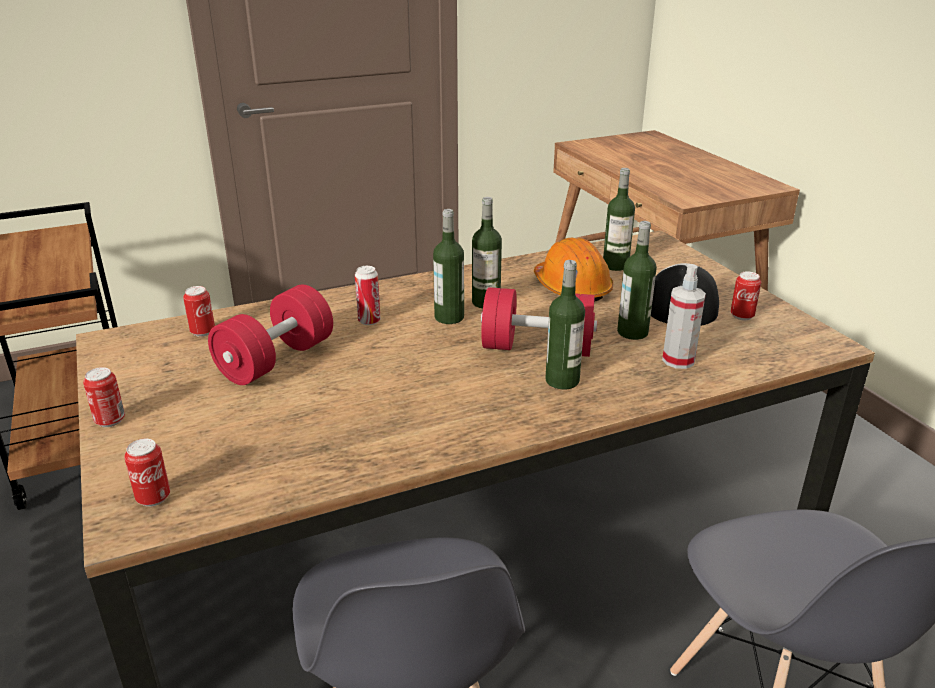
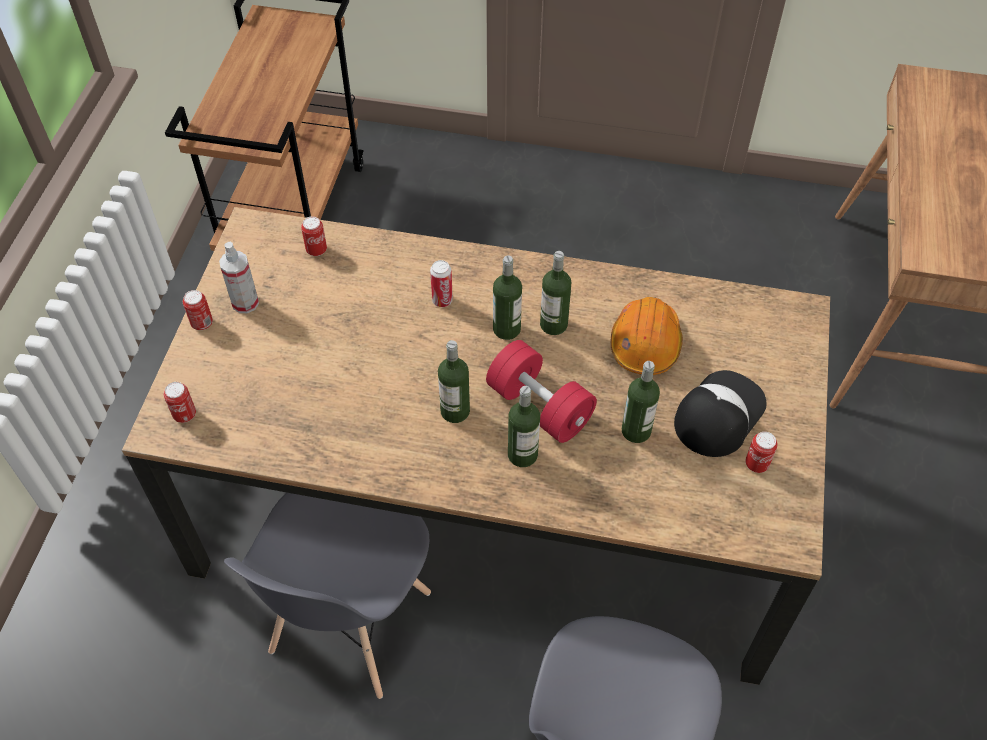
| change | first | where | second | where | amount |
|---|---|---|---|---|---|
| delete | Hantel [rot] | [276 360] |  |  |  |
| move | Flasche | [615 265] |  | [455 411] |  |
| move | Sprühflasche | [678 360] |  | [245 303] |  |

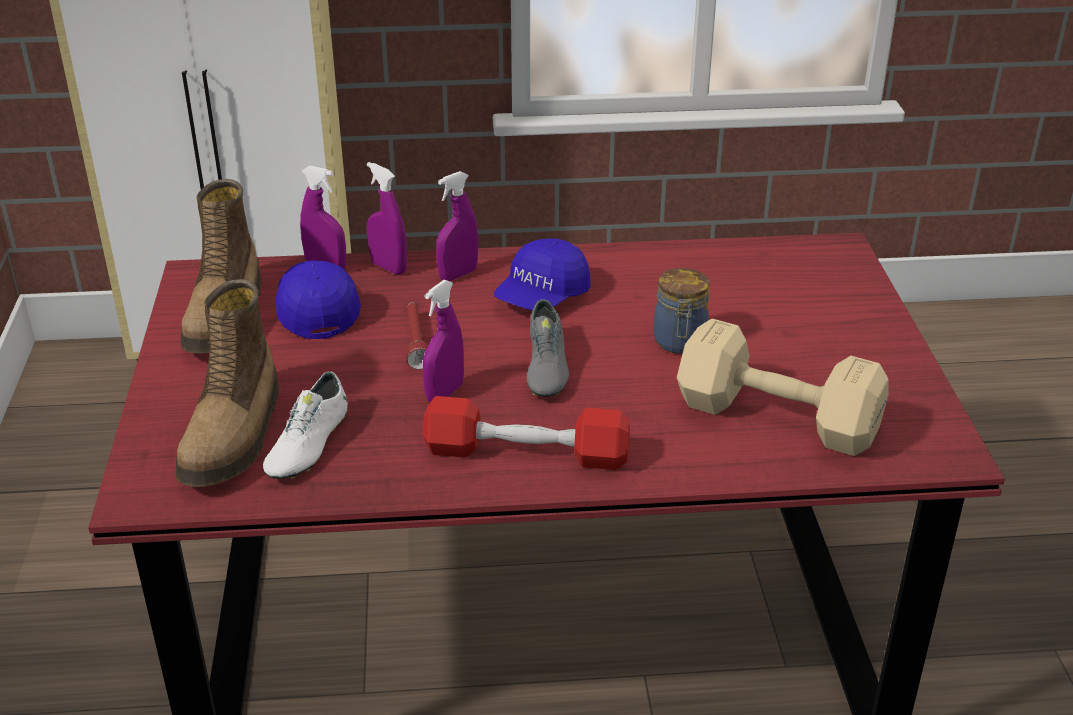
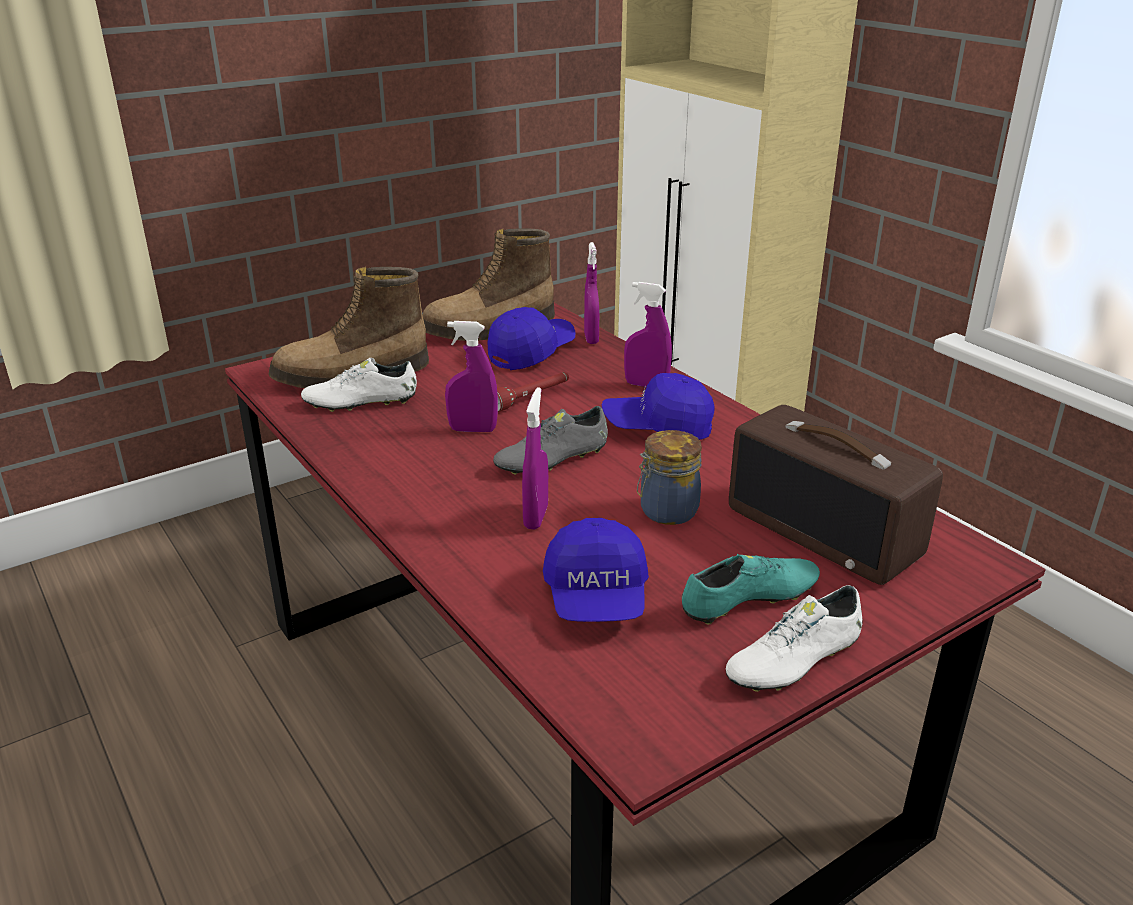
| change | first | where | second | where | amount |
|---|---|---|---|---|---|
| move | Sprühflasche [lila] | [388 267] |  | [536 517] |  |
| delete | Hantel [rot] | [526 453] |  |  |  |
| replace | Hantel [beige] | [773 416] | Kappe [blau] | [597 598] |  |
| insert |  |  | Schuh [türkis] | [749 602] |  |
| insert |  |  | Schuh [weiß] | [793 661] |  |
| insert |  |  | Radio | [826 531] |  |

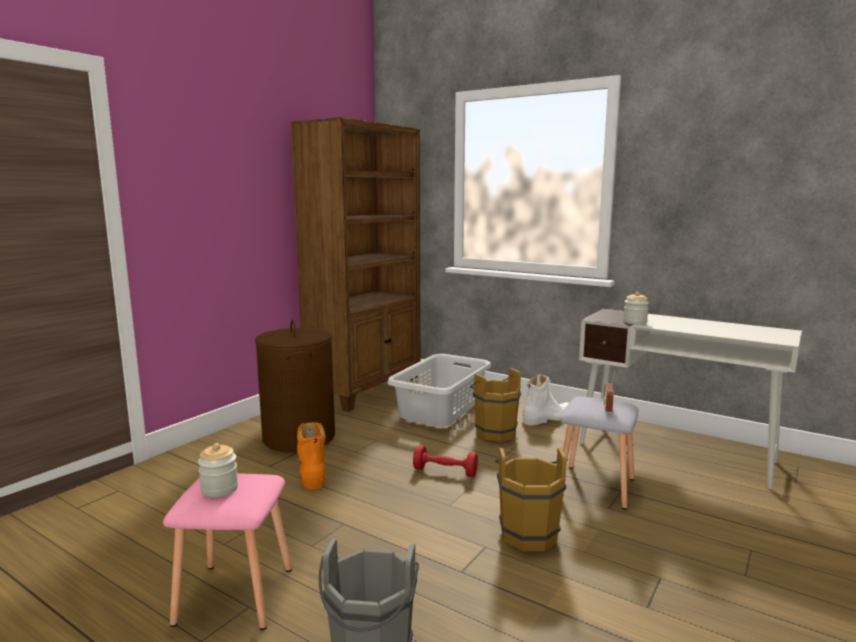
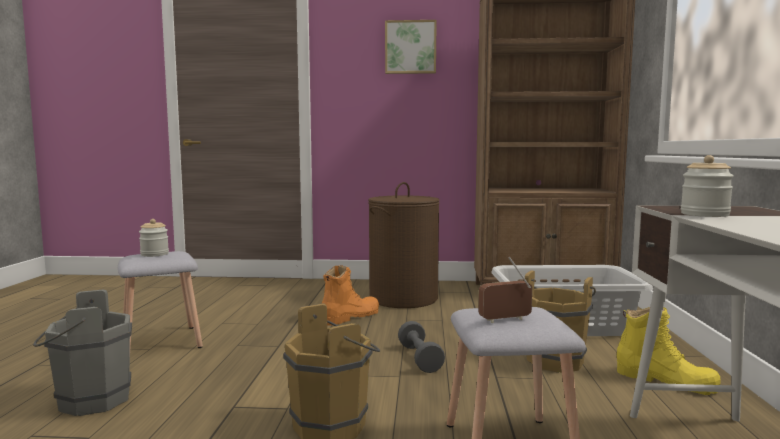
| change | first | where | second | where | amount |
|---|---|---|---|---|---|
| recolor | Hocker [rosa] | [234 594] | Hocker [grau] | [163 341] |  |
| recolor | Hantel [rot] | [445 471] | Hantel [grau] | [420 358] |  |
| recolor | Stiefel [weiß] | [548 419] | Stiefel [gelb] | [665 380] |  |
| insert |  |  | Bild | [410 47] |  |

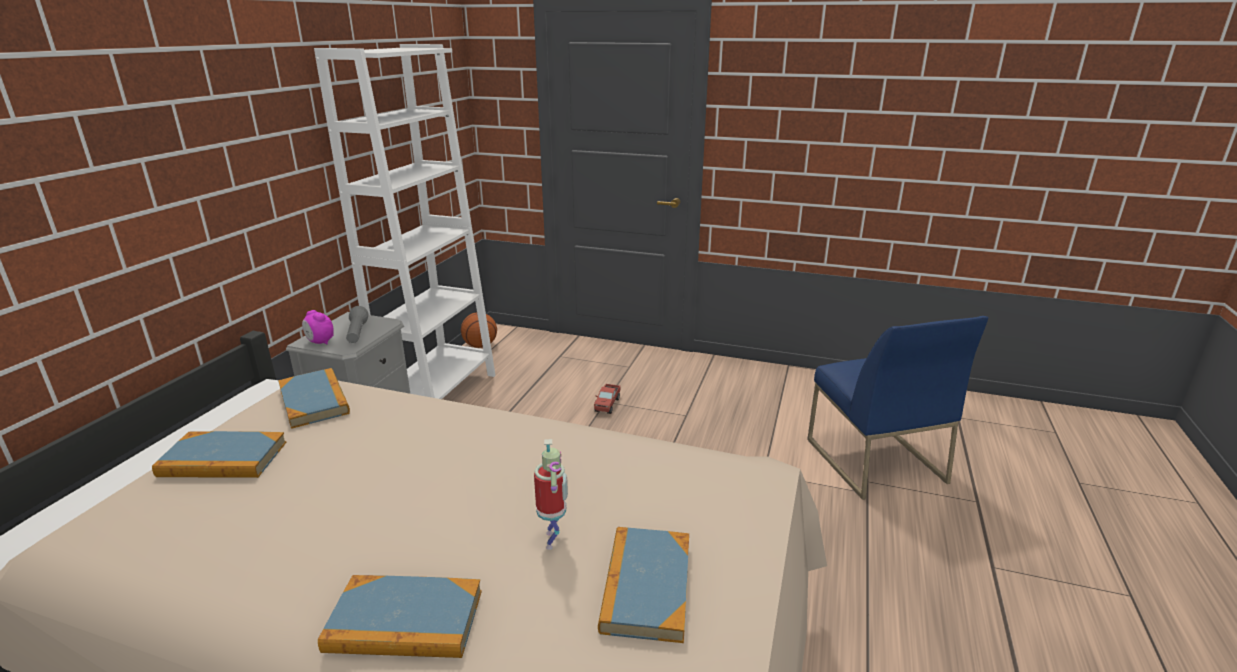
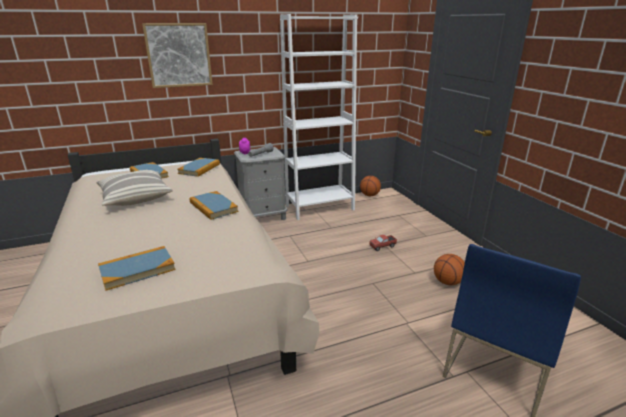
| change | first | where | second | where | amount |
|---|---|---|---|---|---|
| move | Buch | [405 621] |  | [213 207] |  |
| delete | Spielzeugroboter | [553 540] |  |  |  |
| insert |  |  | Kissen | [135 197] |  |
| insert |  |  | Bild | [179 55] |  |
| insert |  |  | Basketball | [447 282] |  |

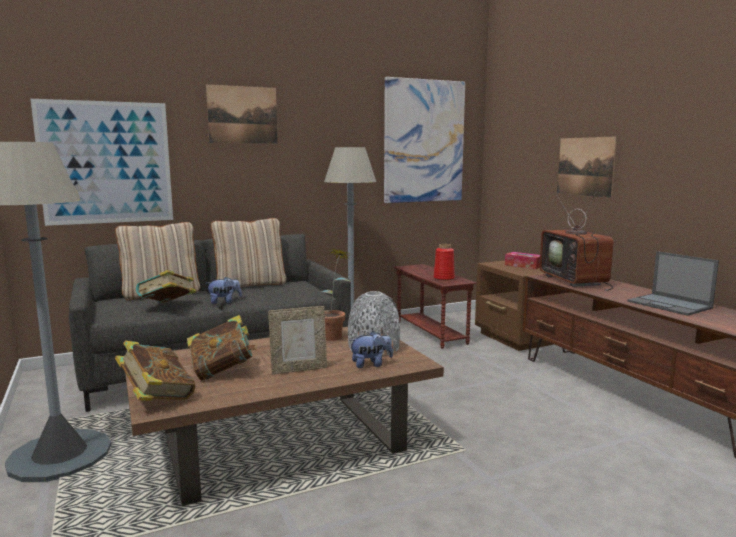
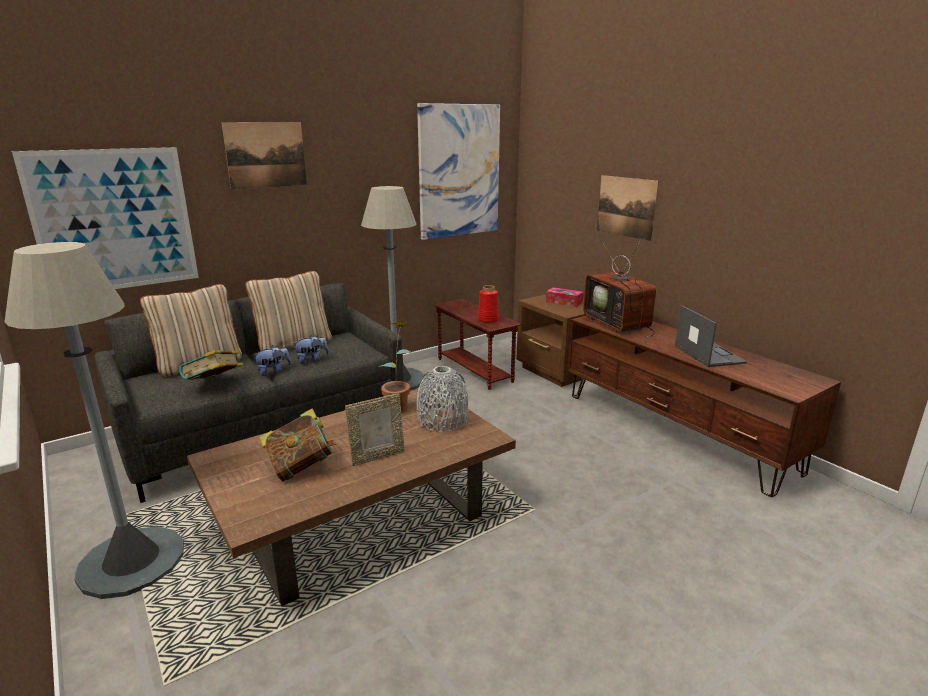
| change | first | where | second | where | amount |
|---|---|---|---|---|---|
| delete | Buch | [157 398] |  |  |  |
| move | Plüschtier | [371 364] |  | [312 360] |  |
| rotate | Laptop | [670 305] |  | [708 354] | 150 degrees counterclockwise |

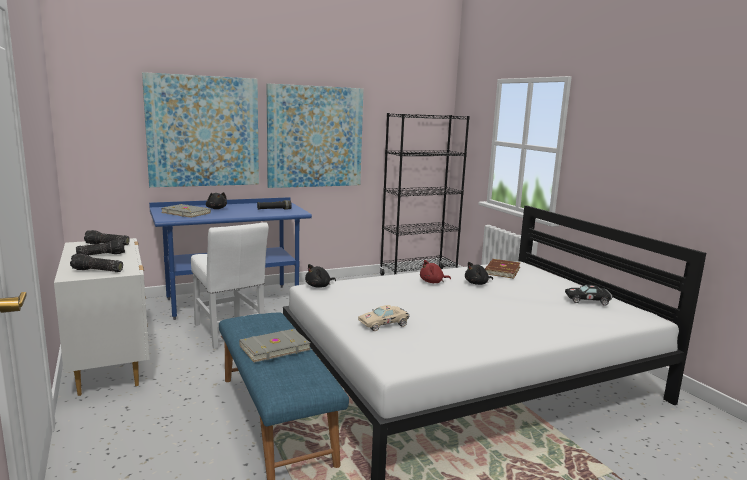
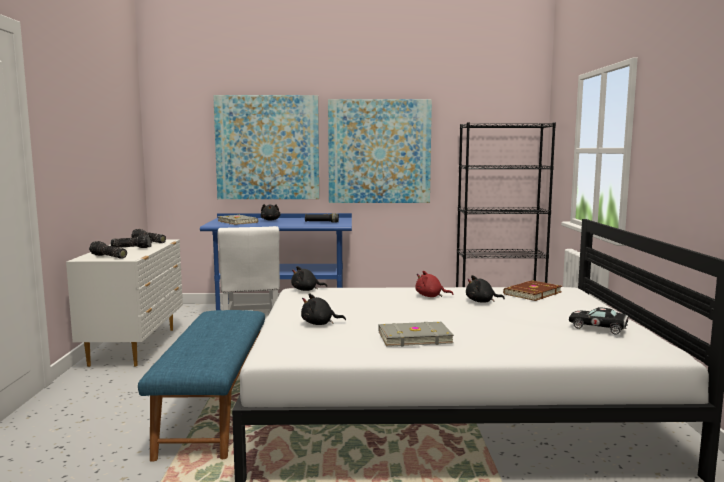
| change | first | where | second | where | amount |
|---|---|---|---|---|---|
| move | Buch [grau] | [273 347] |  | [414 337] |  |
| replace | Spielzeugauto [beige] | [385 324] | Plüschtier [schwarz] | [319 324] |  |

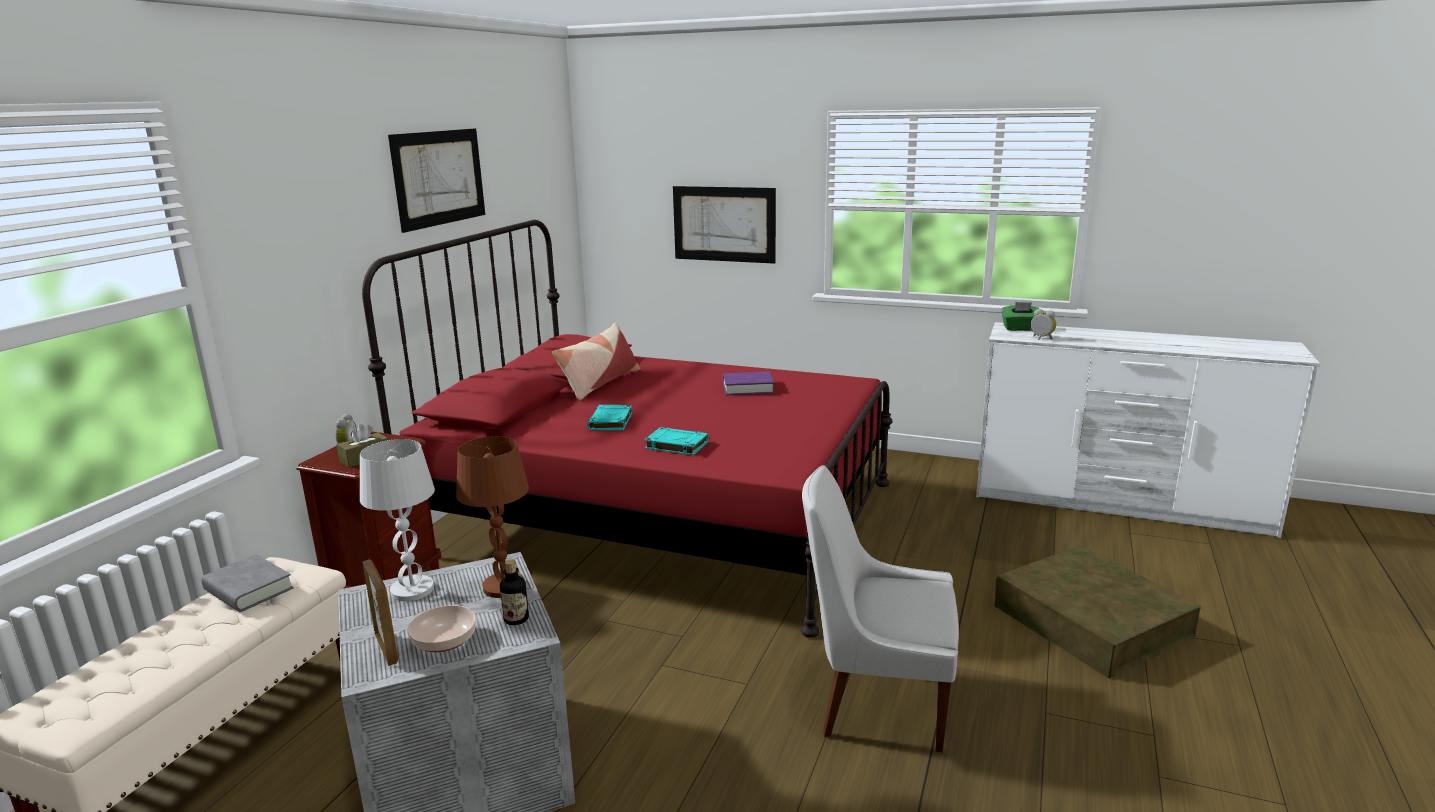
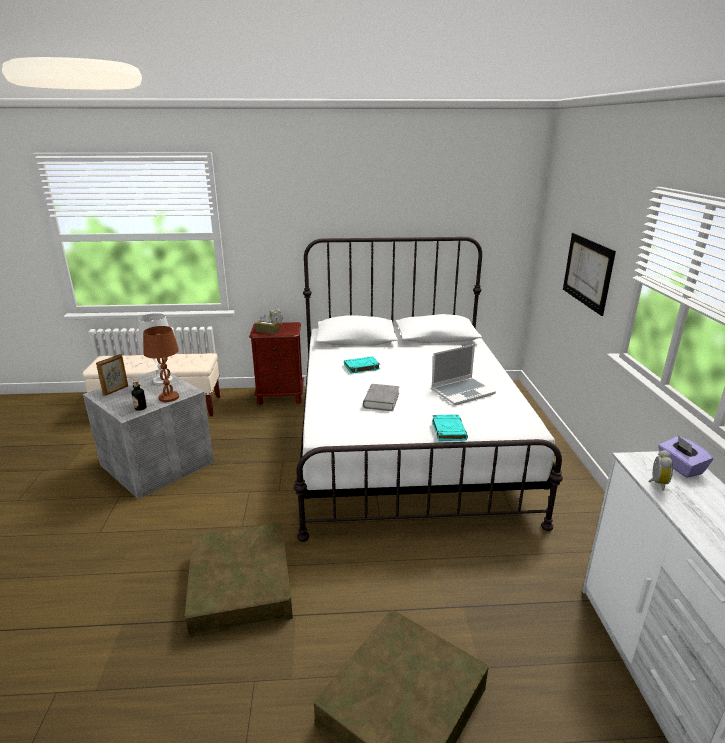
| change | first | where | second | where | amount |
|---|---|---|---|---|---|
| move | Buch [grau] | [248 590] |  | [381 401] |  |
| recolor | Bett [rot] | [660 517] | Bett [weiß] | [404 444] |  |
| delete | Bild | [439 178] |  |  |  |
| delete | Schüssel | [443 640] |  |  |  |
| delete | Kissen | [599 383] |  |  |  |
| move | Buch [türkis] | [676 445] |  | [448 430] |  |
| replace | Buch [lila] | [748 388] | Laptop | [462 392] |  |
| replace | Stuhl [weiß] | [877 701] | Aufbewahrungsbox [braun] | [241 584] |  |
| recolor | Taschentuchbox [grün] | [1020 328] | Taschentuchbox [lila] | [680 467] |  |

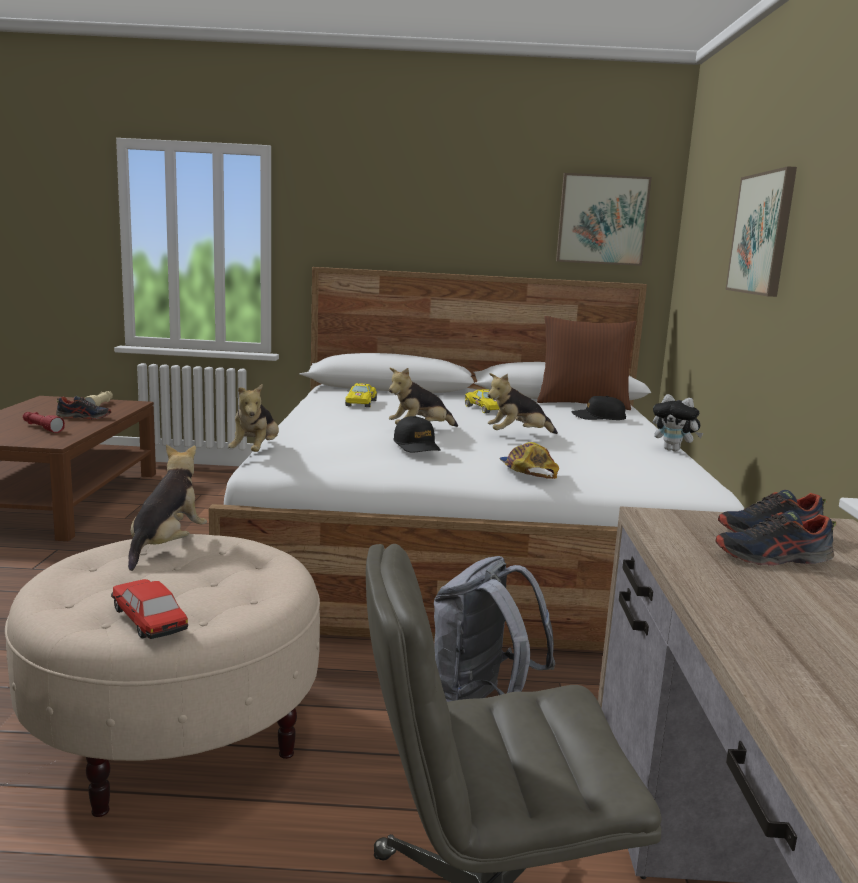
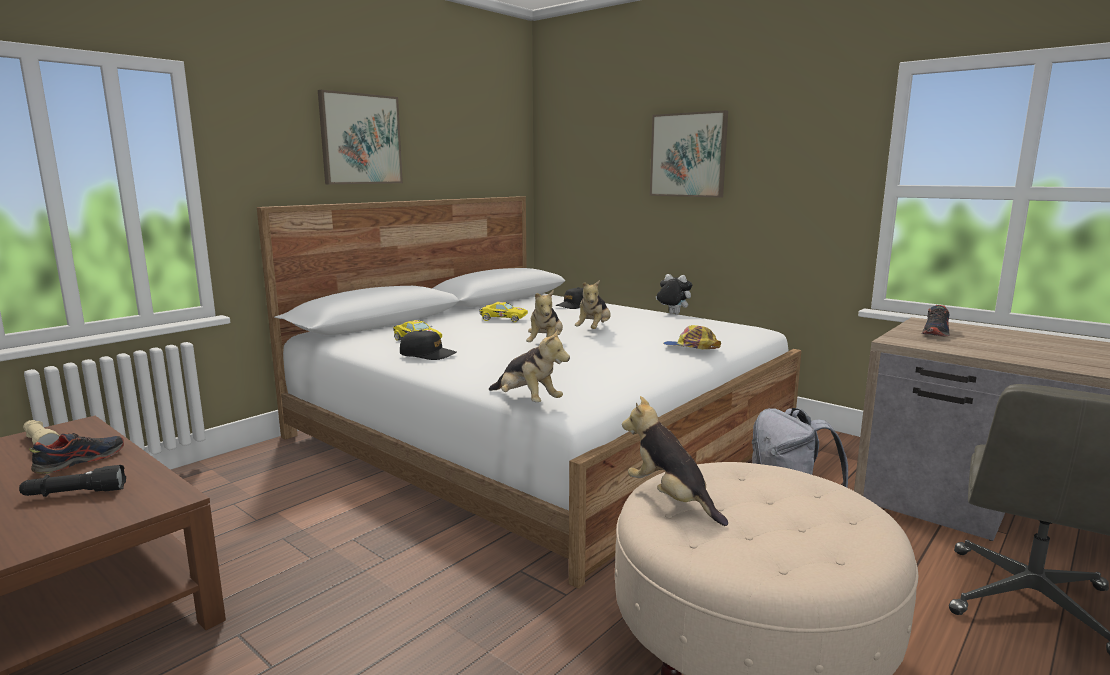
| change | first | where | second | where | amount |
|---|---|---|---|---|---|
| recolor | Taschenlampe [rot] | [42 428] | Taschenlampe [schwarz] | [75 494] |  |
| delete | Spielzeugauto | [149 621] |  |  |  |
| move | Kappe [schwarz] | [417 446] |  | [427 354] |  |
| delete | Kissen [braun] | [582 404] |  |  |  |
| move | Bild | [602 220] |  | [360 139] |  |
| rotate | Plüschtier | [674 450] |  | [672 314] | 135 degrees counterclockwise |
| delete | Schuh | [773 558] |  |  |  |

